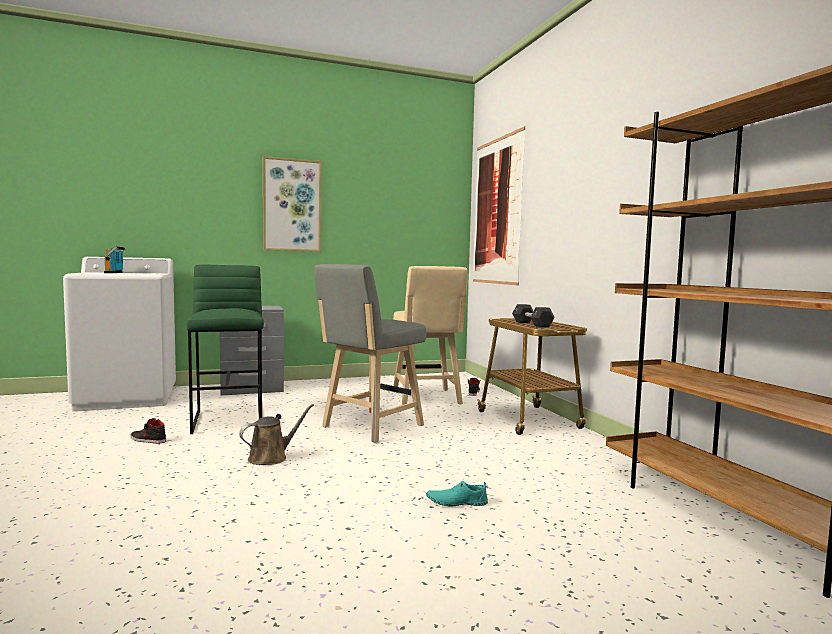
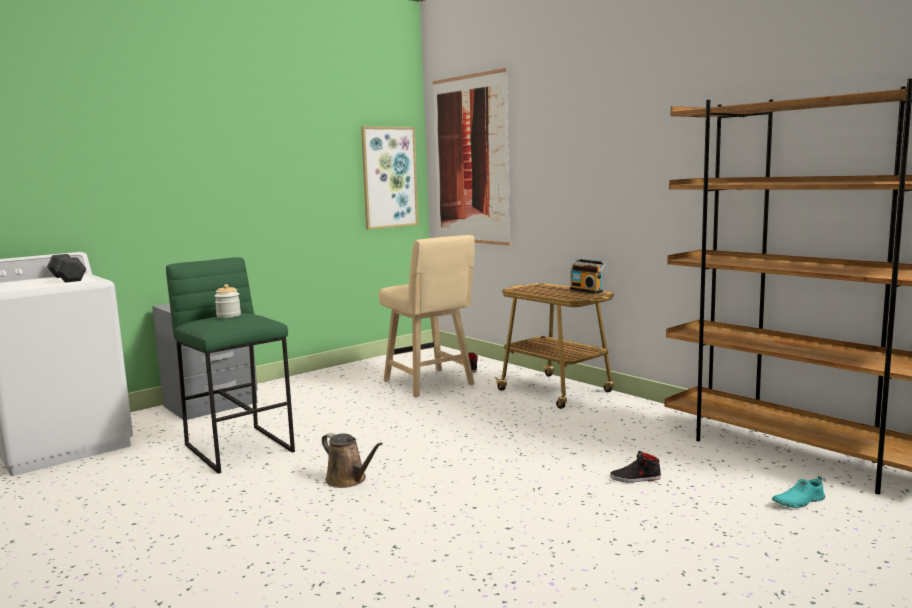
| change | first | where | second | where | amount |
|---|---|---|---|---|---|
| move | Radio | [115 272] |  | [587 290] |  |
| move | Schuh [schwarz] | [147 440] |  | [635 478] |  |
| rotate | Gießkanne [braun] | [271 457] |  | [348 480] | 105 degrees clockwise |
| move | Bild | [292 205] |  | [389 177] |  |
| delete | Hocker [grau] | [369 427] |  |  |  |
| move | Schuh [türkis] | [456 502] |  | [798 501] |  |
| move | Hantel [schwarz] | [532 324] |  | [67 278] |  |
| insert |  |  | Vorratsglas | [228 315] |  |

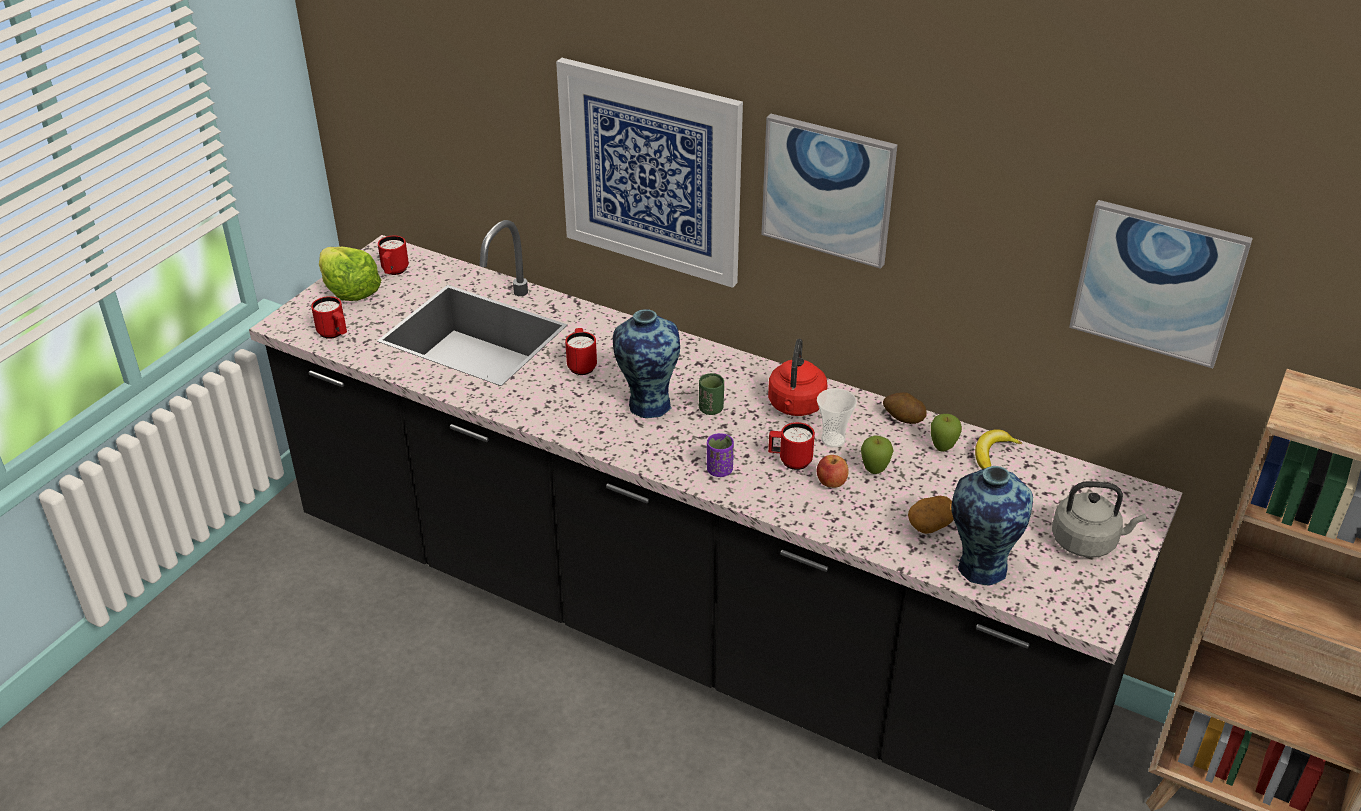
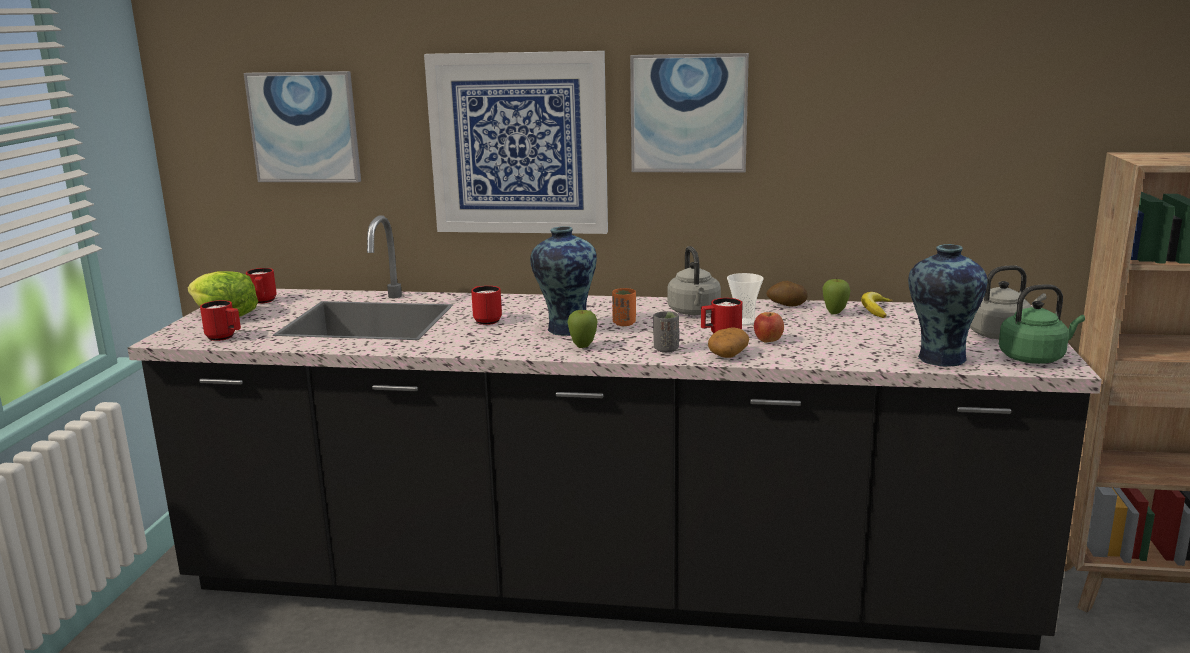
| change | first | where | second | where | amount |
|---|---|---|---|---|---|
| recolor | Tasse [grün] | [711 409] | Tasse [orange] | [624 323] |  |
| recolor | Tasse [lila] | [719 470] | Tasse [grau] | [666 349] |  |
| recolor | Wasserkessel [rot] | [795 406] | Wasserkessel [grau] | [694 312] |  |
| move | Apfel | [874 471] |  | [583 347] |  |
| move | Kartoffel | [930 524] |  | [728 354] |  |
| move | Bild | [1157 282] |  | [304 127] |  |
| insert |  |  | Wasserkessel [grün] | [1034 358] |  |

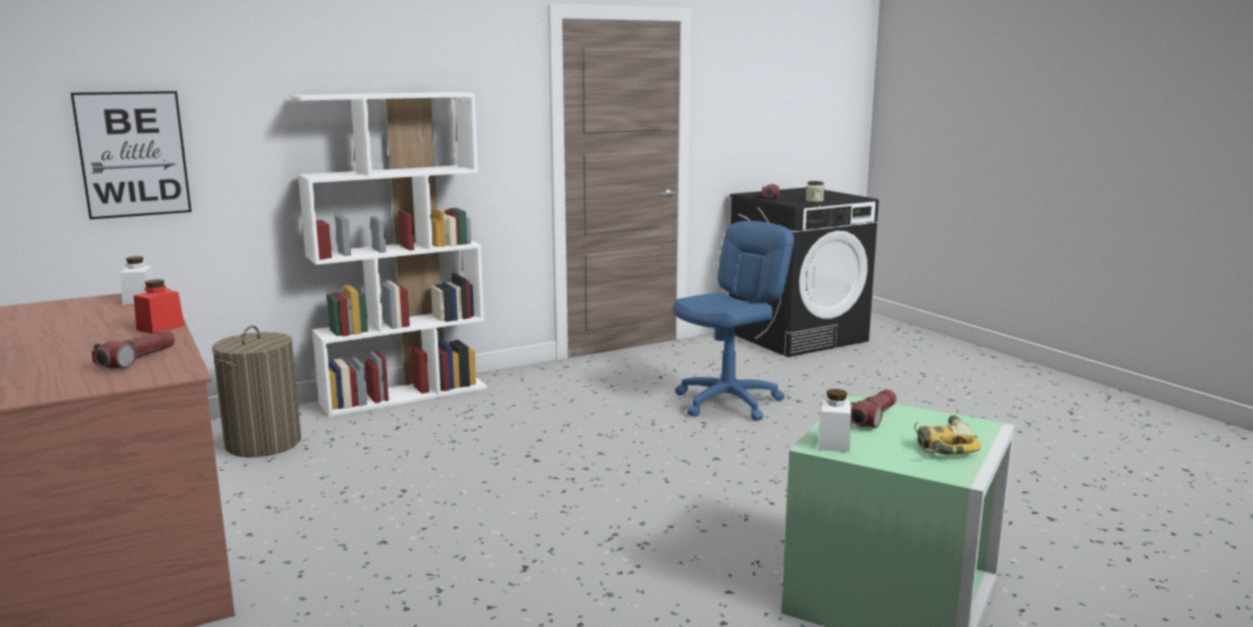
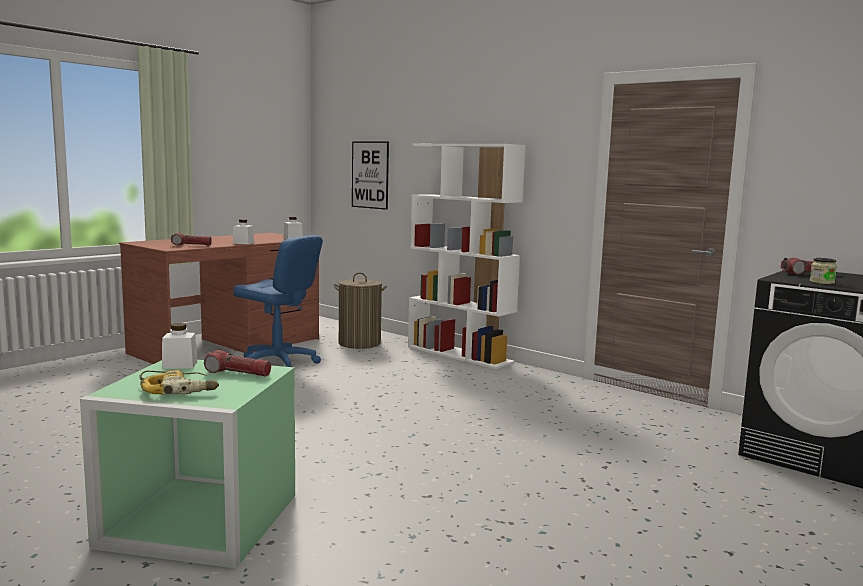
| change | first | where | second | where | amount |
|---|---|---|---|---|---|
| recolor | Vorratsglas [rot] | [160 328] | Vorratsglas [weiß] | [243 243] |  |
| move | Bürostuhl [blau] | [728 402] |  | [277 363] |  |

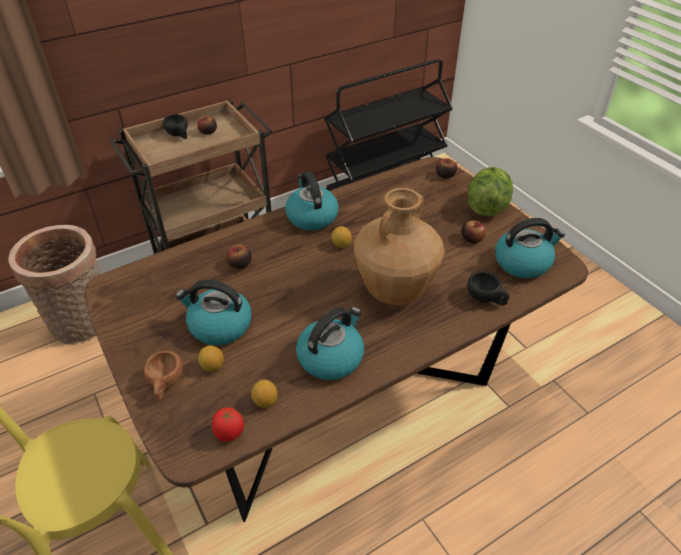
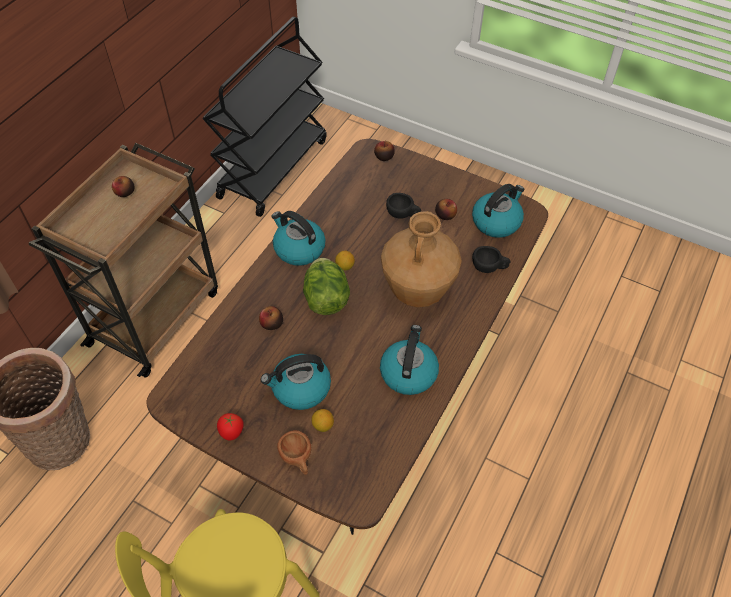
| change | first | where | second | where | amount |
|---|---|---|---|---|---|
| move | Tasse [schwarz] | [179 135] |  | [403 215] |  |
| move | Tomate | [230 434] |  | [232 433] |  |
| delete | Zitrone | [265 401] |  |  |  |
| move | Salatkopf | [486 207] |  | [326 299] |  |

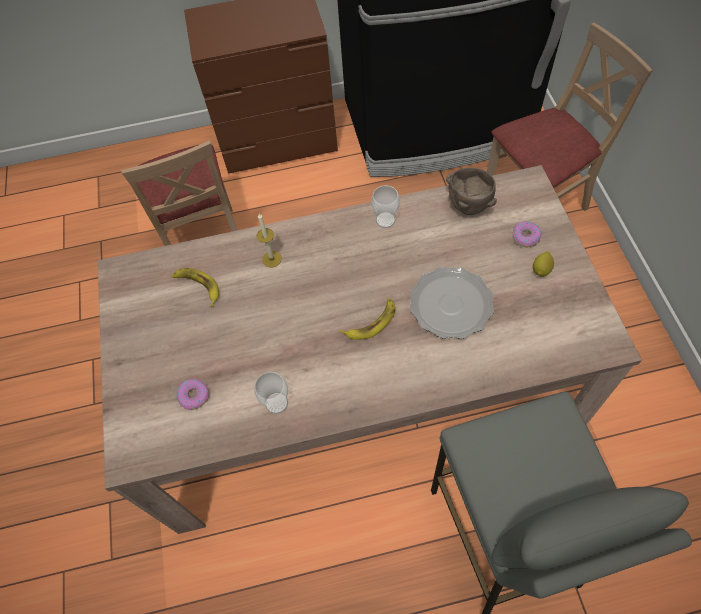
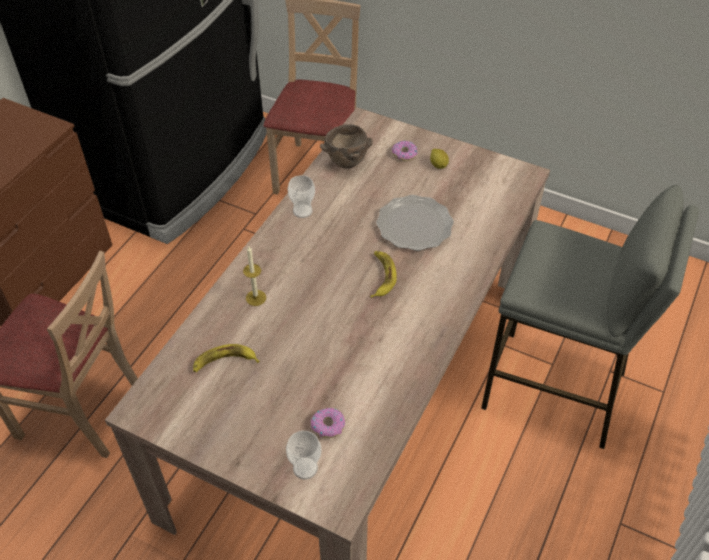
| change | first | where | second | where | amount |
|---|---|---|---|---|---|
| move | Tasse | [276 403] |  | [305 468] |  |

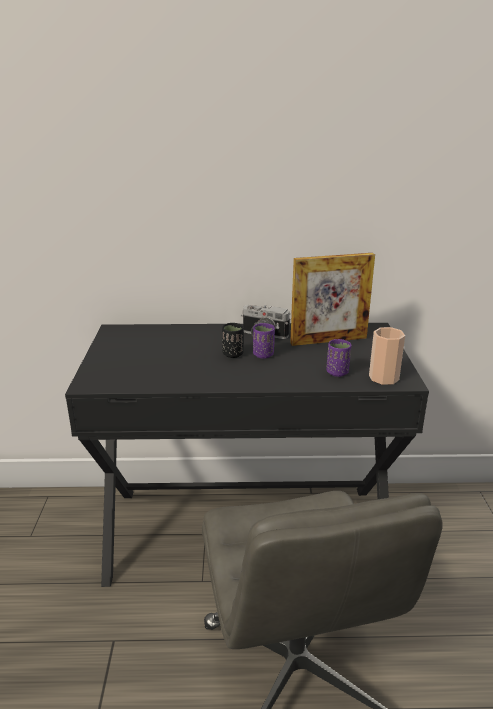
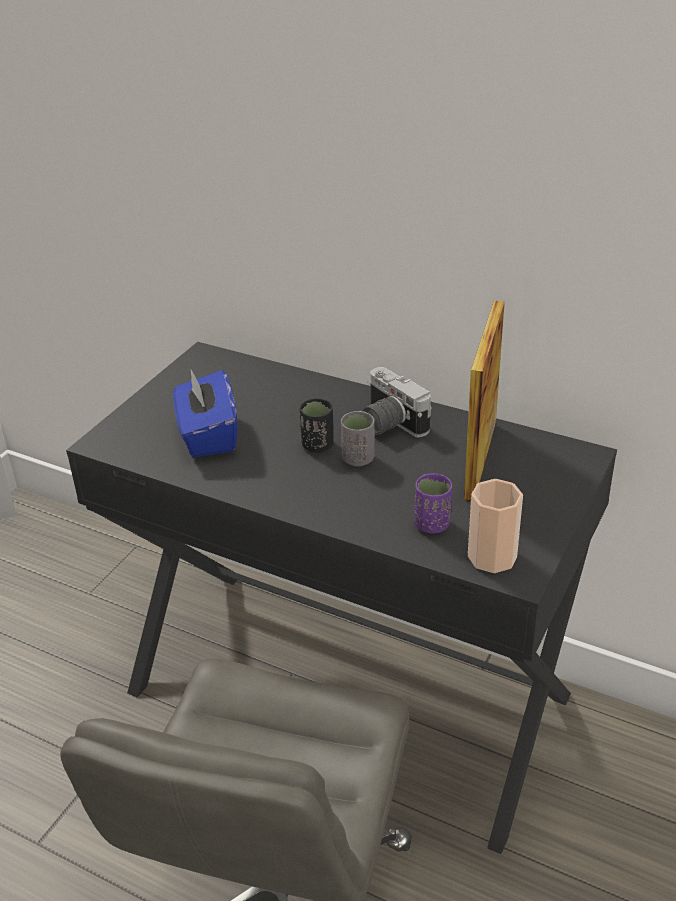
| change | first | where | second | where | amount |
|---|---|---|---|---|---|
| recolor | Tasse [lila] | [263 355] | Tasse [grau] | [358 459] |  |
| rotate | Bilderrahmen | [328 340] |  | [480 459] | 90 degrees clockwise |
| insert |  |  | Taschentuchbox [blau] | [208 436] |  |

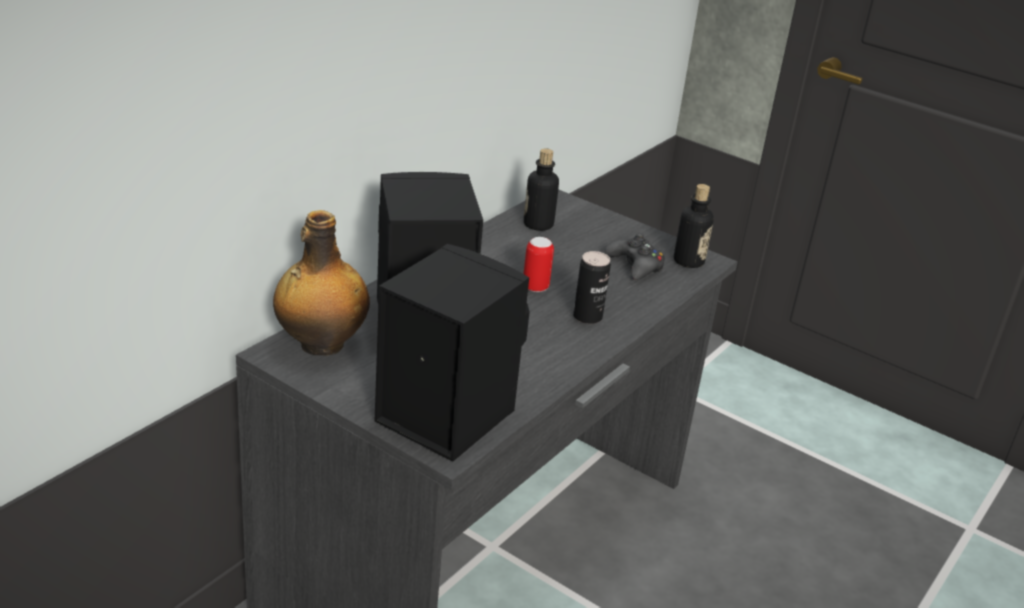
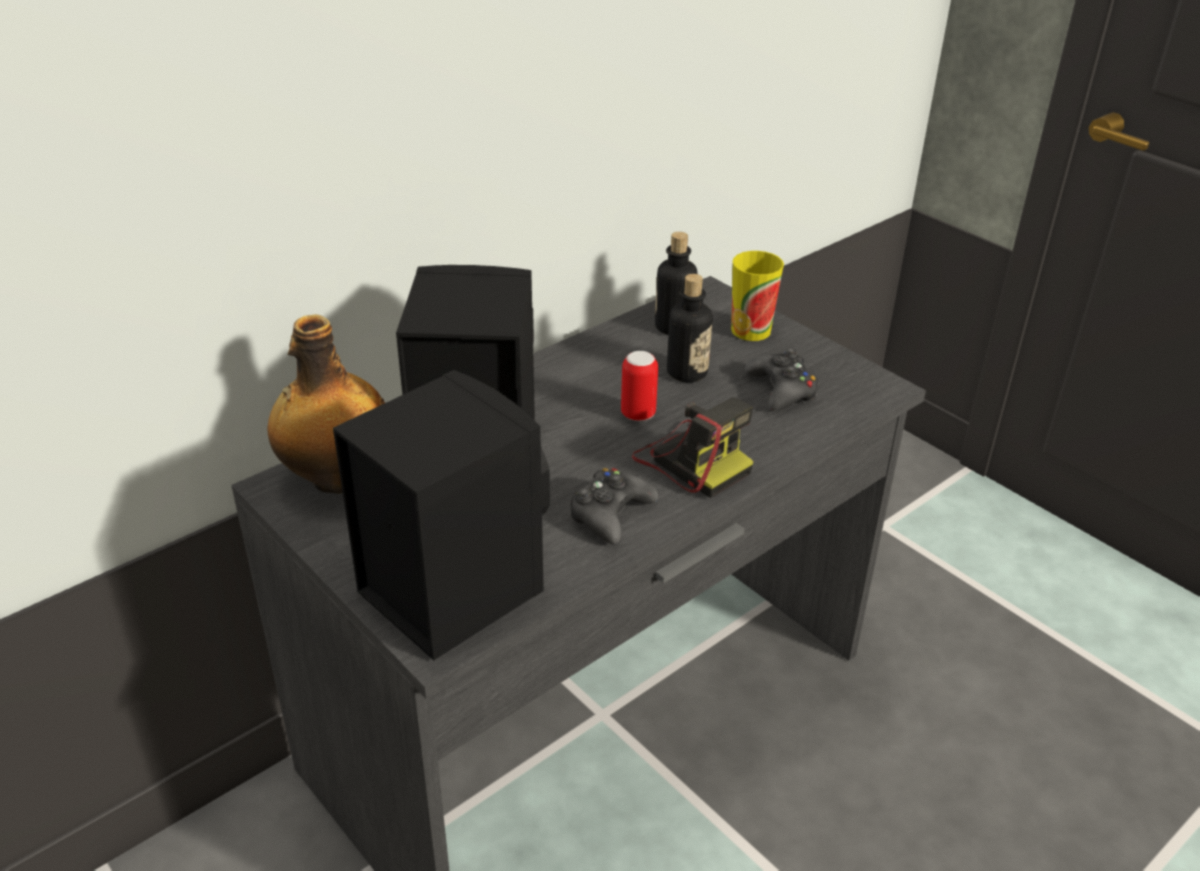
| change | first | where | second | where | amount |
|---|---|---|---|---|---|
| replace | Dose | [587 317] | Kamera | [691 460] |  |
| move | Flasche | [688 261] |  | [687 372] |  |
| insert |  |  | Gamepad [schwarz] | [610 514] |  |
| insert |  |  | Tasse | [751 330] |  |

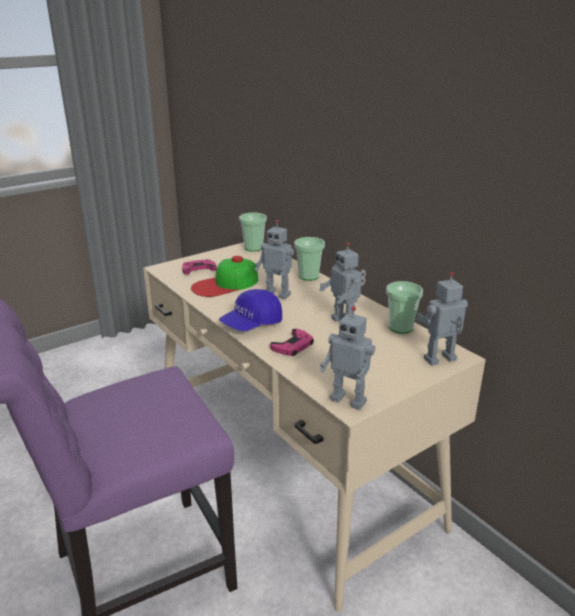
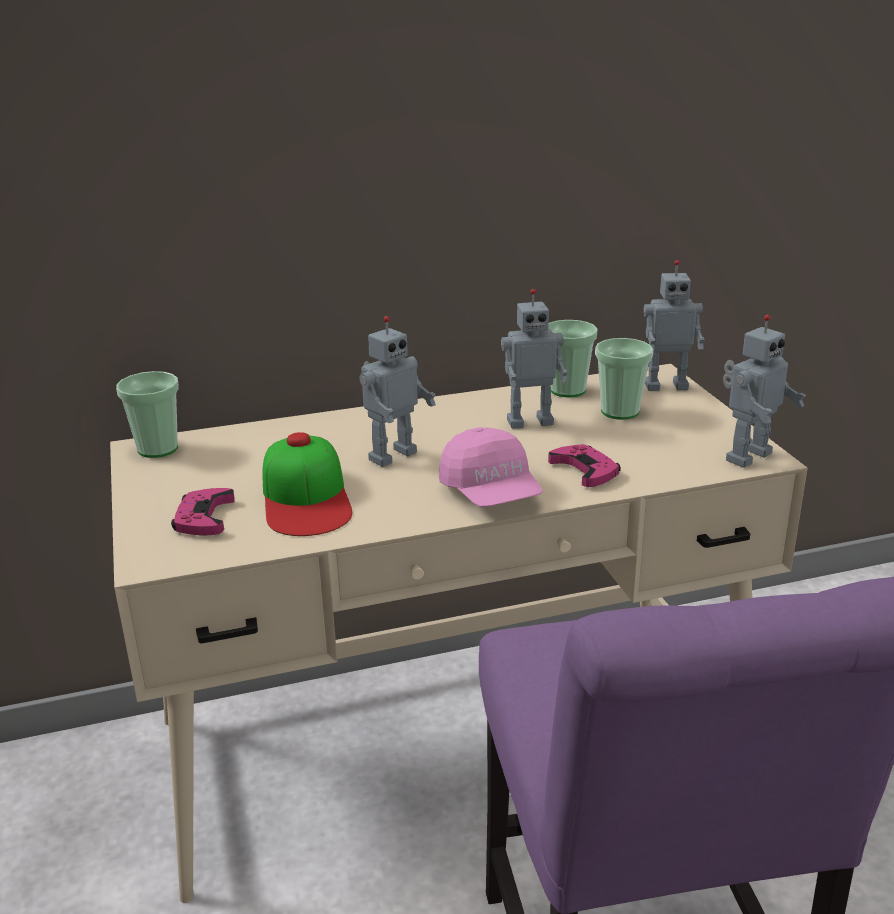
| change | first | where | second | where | amount |
|---|---|---|---|---|---|
| recolor | Kappe [blau] | [251 324] | Kappe [rosa] | [491 493] |  |
| move | Tasse | [309 276] |  | [620 411] |  |
| rotate | Spielzeugroboter | [441 360] |  | [666 385] | 90 degrees counterclockwise |

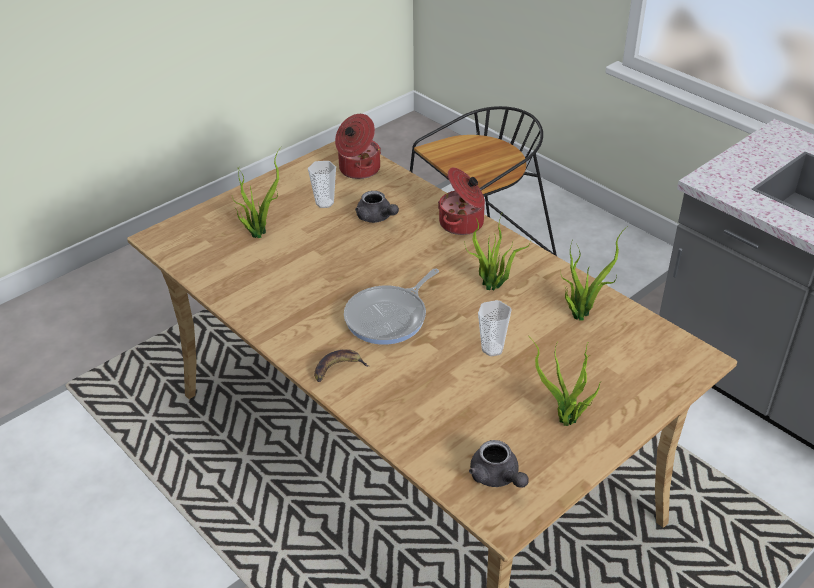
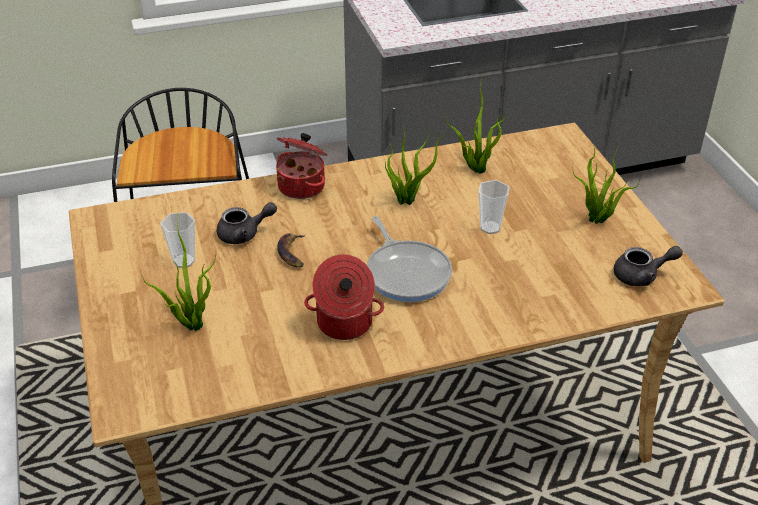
| change | first | where | second | where | amount |
|---|---|---|---|---|---|
| move | Banane | [338 369] |  | [293 253] |  |
| move | Kochtopf | [358 169] |  | [344 324] |  |

